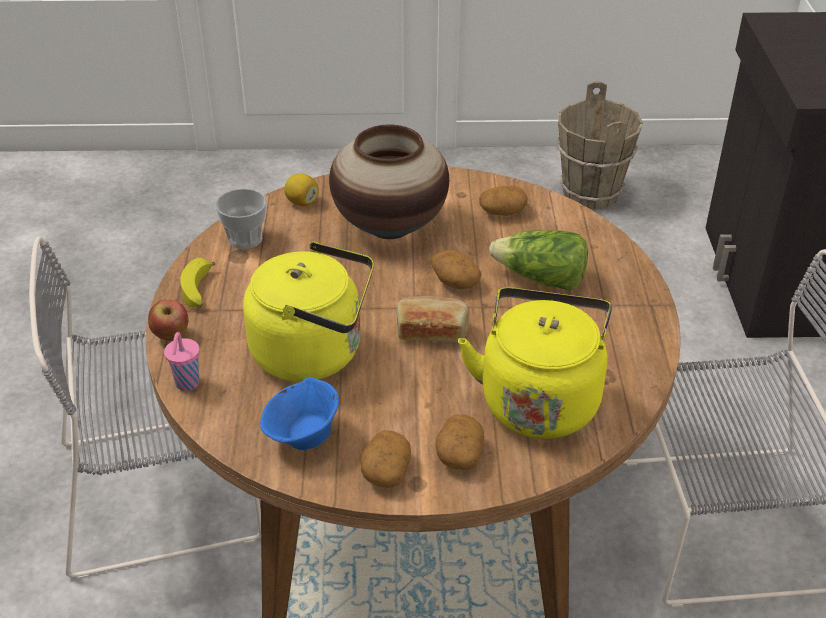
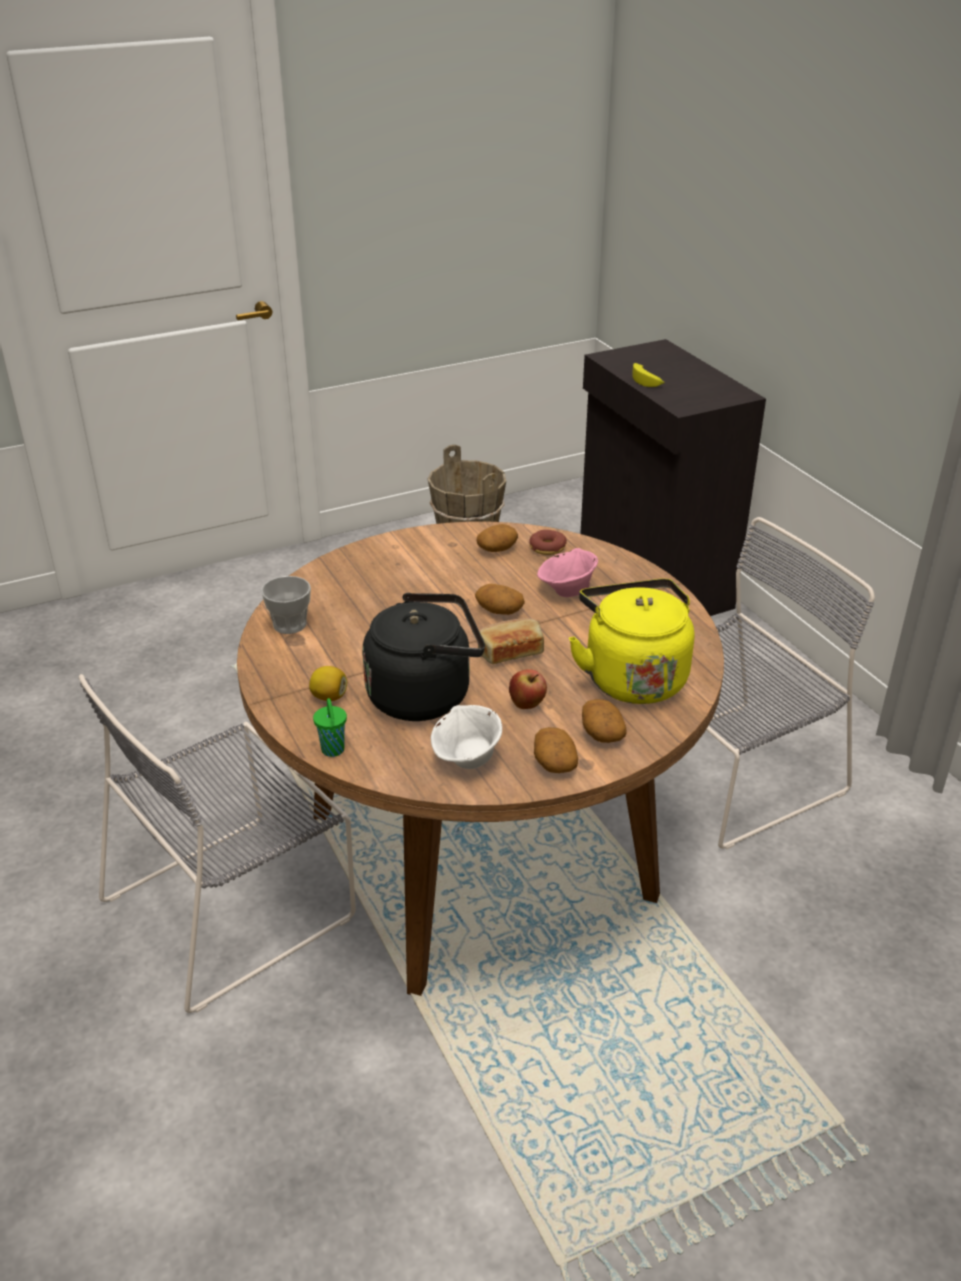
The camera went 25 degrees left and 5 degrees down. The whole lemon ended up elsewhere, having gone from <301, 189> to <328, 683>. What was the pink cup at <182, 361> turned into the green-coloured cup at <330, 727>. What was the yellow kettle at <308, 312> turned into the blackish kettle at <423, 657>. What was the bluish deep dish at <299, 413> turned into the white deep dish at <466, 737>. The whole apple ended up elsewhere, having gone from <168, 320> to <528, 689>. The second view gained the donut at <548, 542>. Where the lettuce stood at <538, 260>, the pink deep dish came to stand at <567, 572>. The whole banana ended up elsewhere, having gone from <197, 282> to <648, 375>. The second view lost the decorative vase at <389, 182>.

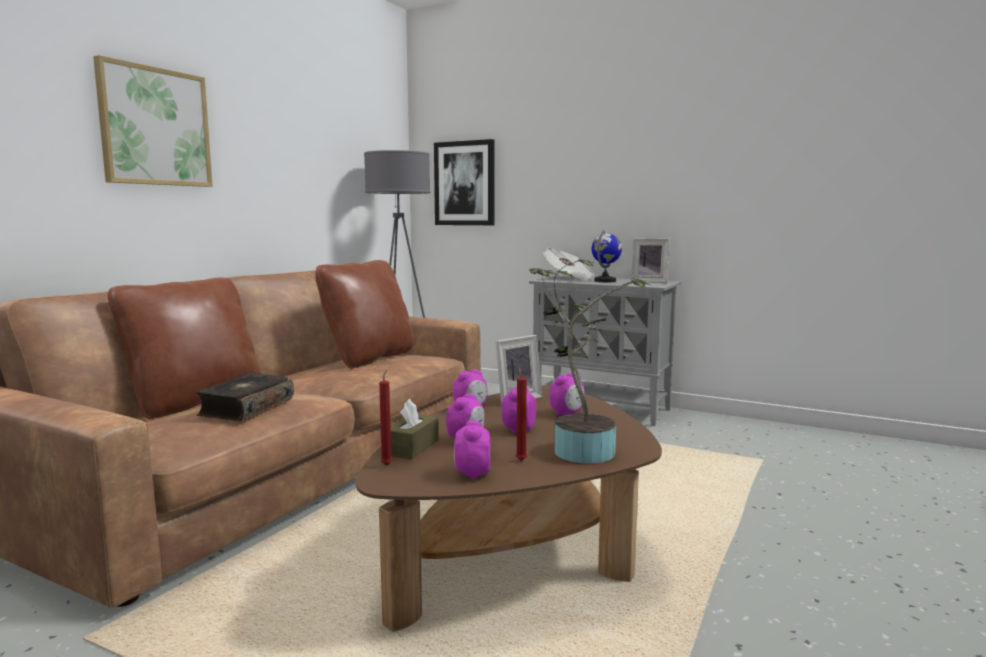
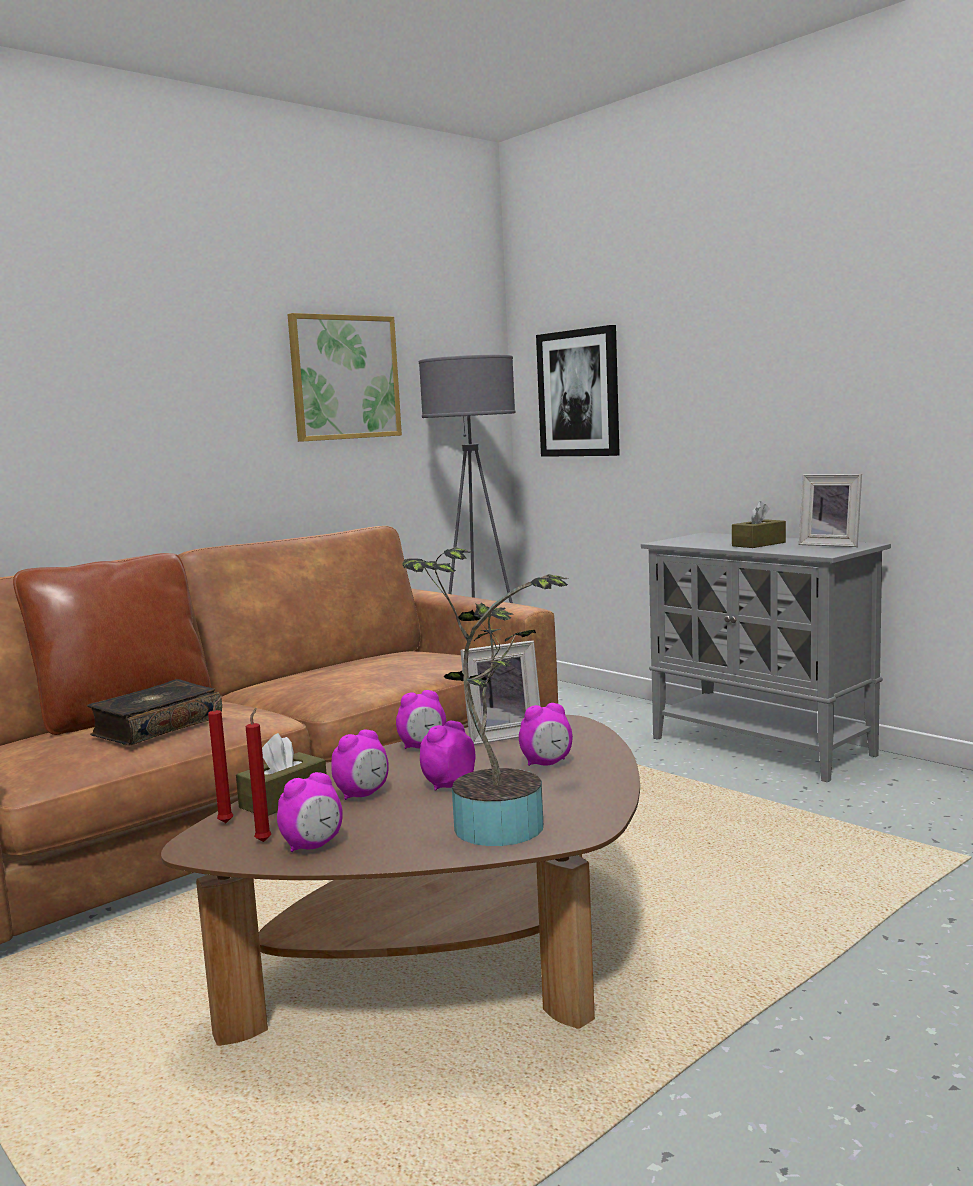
The camera went 20 degrees right and 0 degrees up. The red-coloured candle ended up elsewhere, having gone from <521, 414> to <259, 775>. The bedside clock at <472, 450> ended up facing another way, 150 degrees counterclockwise from before. The wall art ended up elsewhere, having gone from <152, 121> to <344, 377>. Where the globe stood at <606, 256>, the brown-coloured tissue box came to stand at <759, 524>. The second view lost the brown-coloured pillow at <364, 314>. The second view lost the daily paper at <569, 264>.

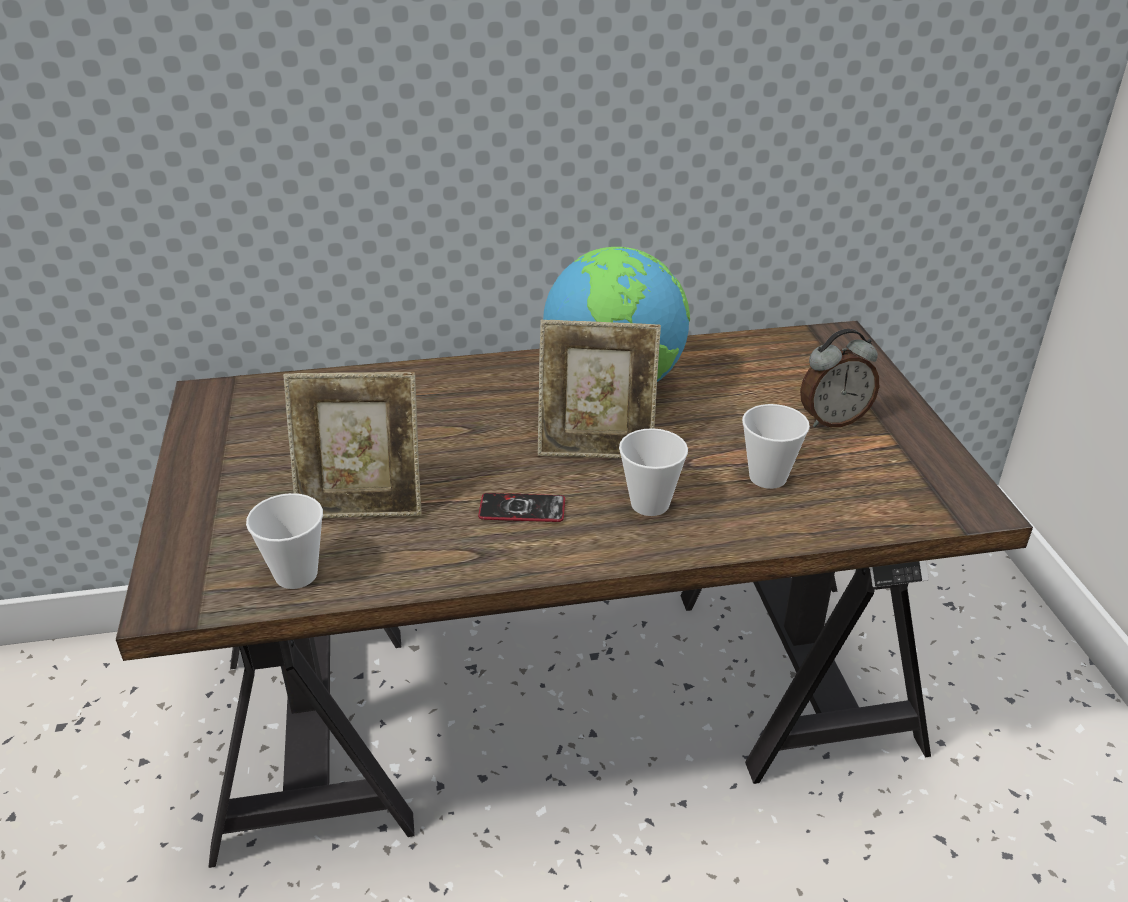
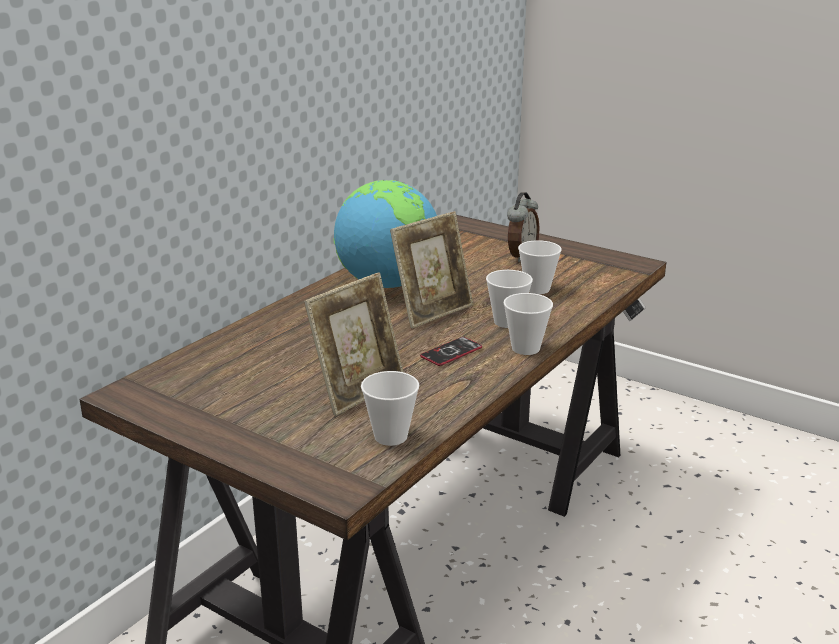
The camera went 45 degrees left and 10 degrees down. The second view gained the cup at <528, 324>.

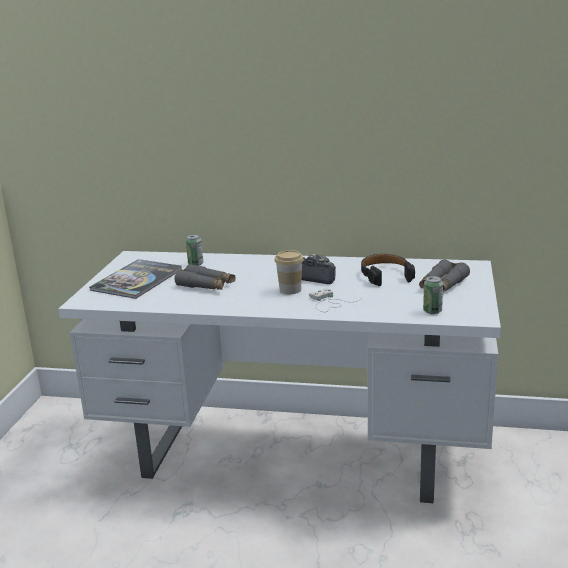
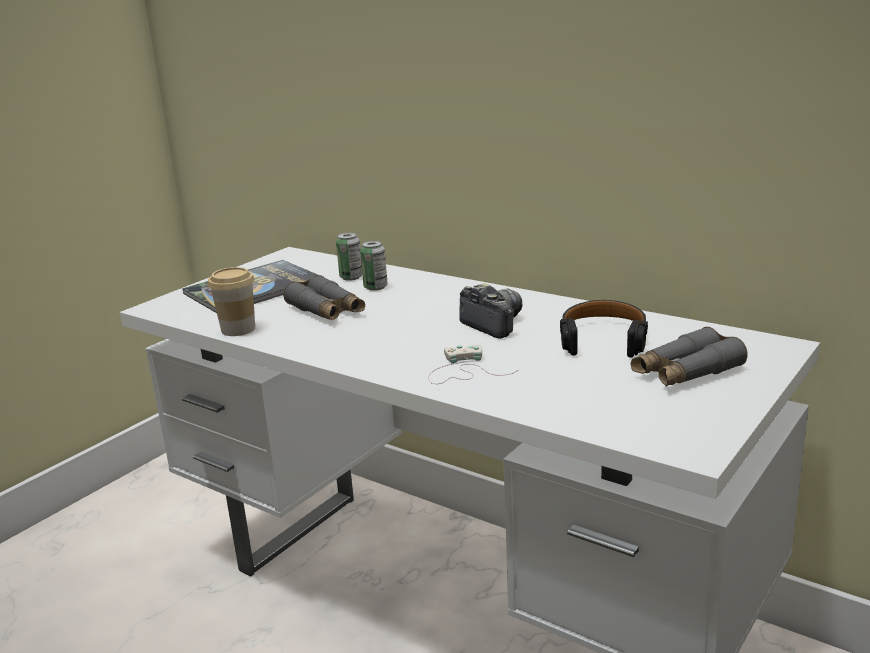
The camera went 25 degrees right and 0 degrees up. The cup ended up elsewhere, having gone from <289, 272> to <231, 301>. The sealed can ended up elsewhere, having gone from <433, 295> to <374, 266>.

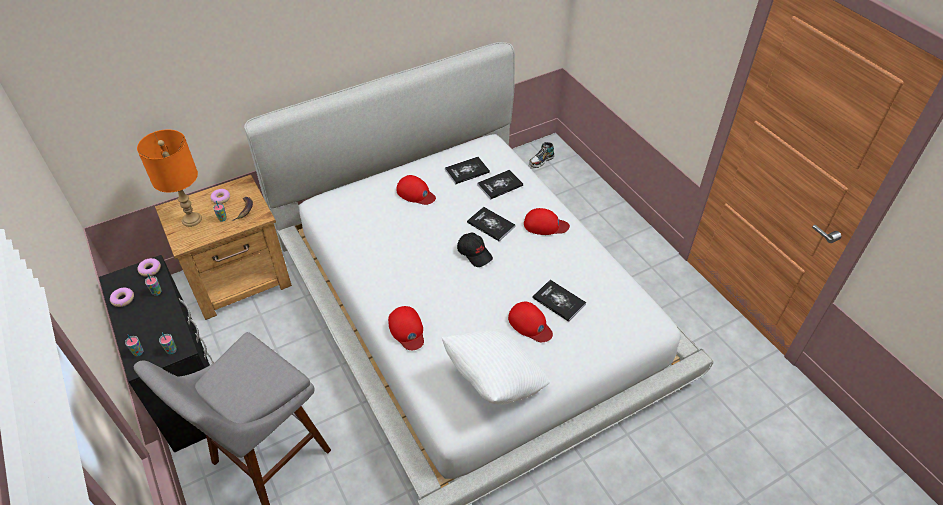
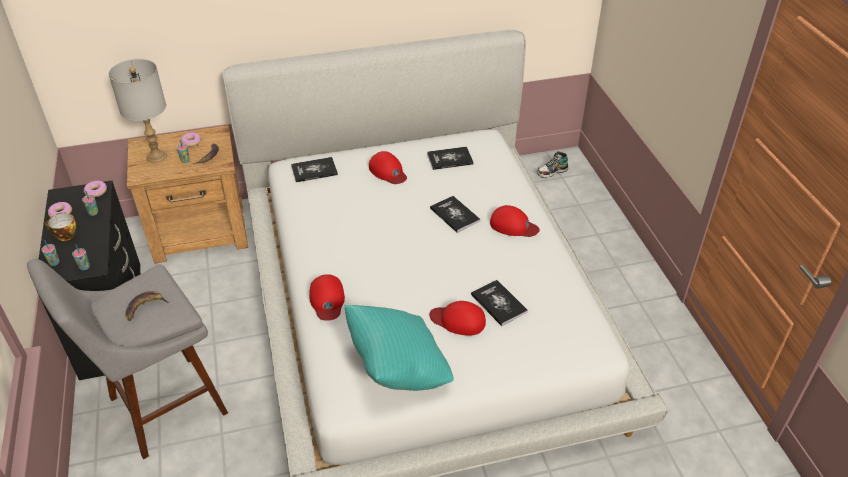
The camera went 15 degrees right and 5 degrees down. The second view gained the cup at <61, 227>. What was the orange-coloured tabletop lamp at <169, 178> turned into the grey tabletop lamp at <138, 111>. The second view gained the whole banana at <147, 306>. The volume ended up elsewhere, having gone from <500, 184> to <314, 169>. What was the white pillow at <495, 367> turned into the blue-green pillow at <399, 348>. The red-coloured cap at <530, 322> ended up facing another way, 135 degrees clockwise from before. The second view lost the blackish cap at <475, 250>.

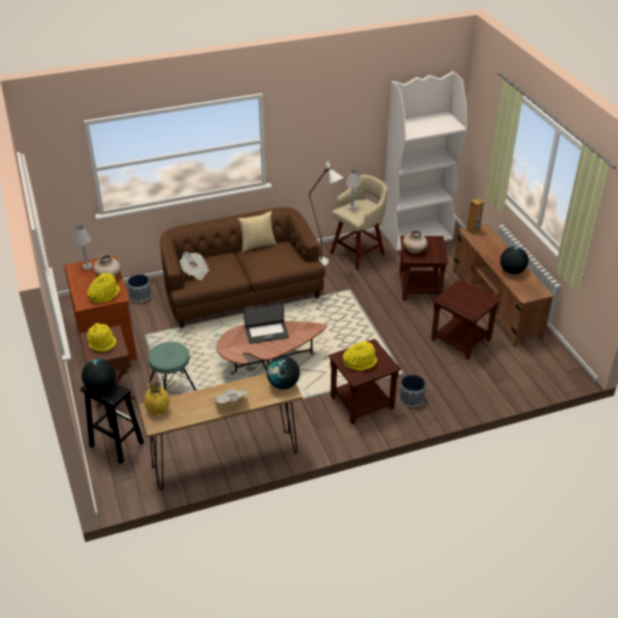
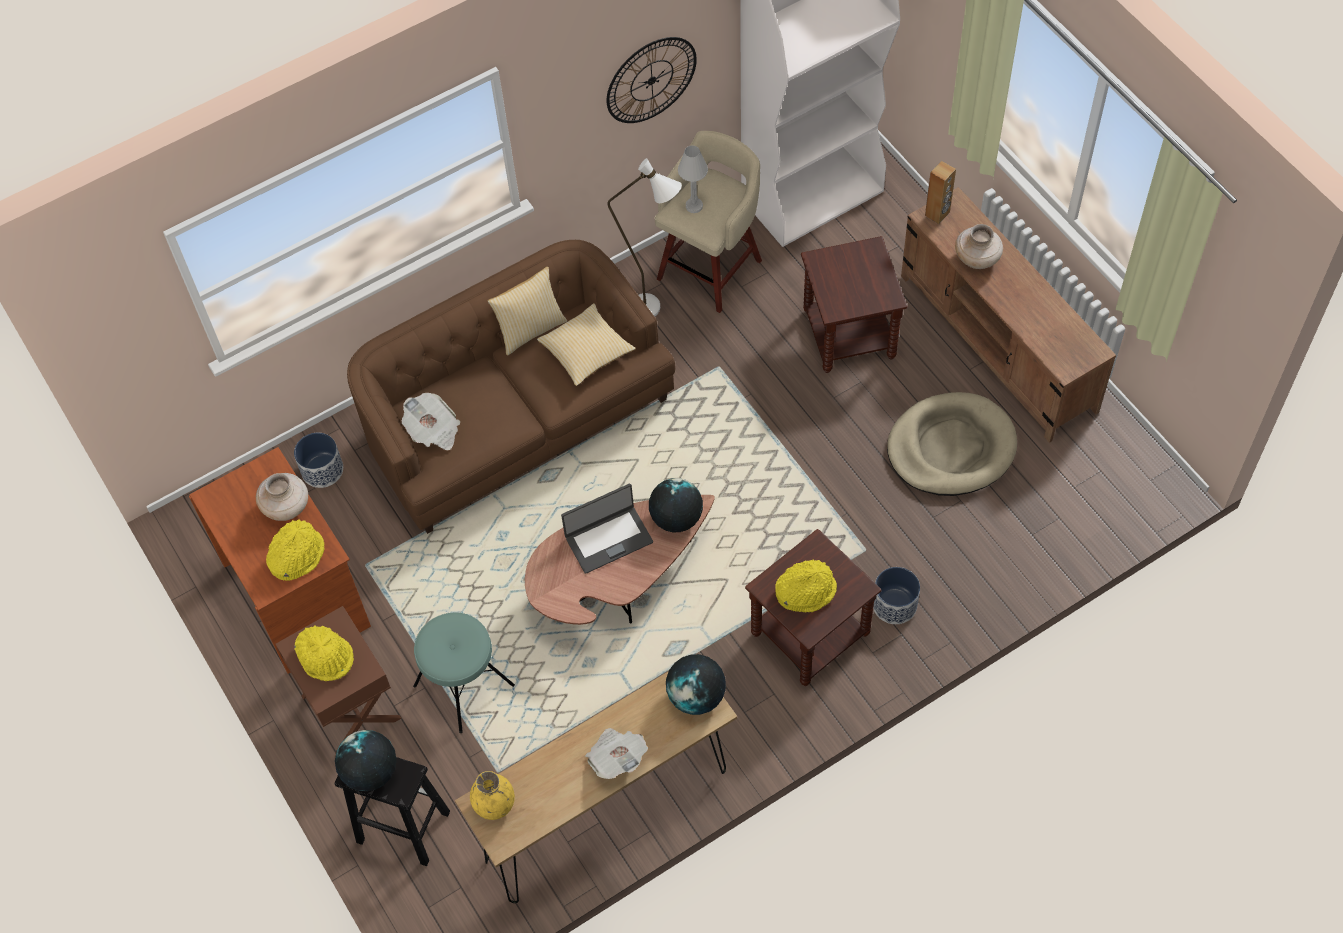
The camera went 10 degrees left and 20 degrees up. The second view gained the pillow at <586, 344>. The second view gained the wall clock at <652, 80>. The globe ended up elsewhere, having gone from <514, 260> to <676, 505>. Where the brown-coloured accent table stood at <466, 319>, the sand-coloured dog bed came to stand at <952, 444>. The sand-coloured decorative vase ended up elsewhere, having gone from <415, 241> to <979, 246>. The second view lost the white tabletop lamp at <83, 247>.

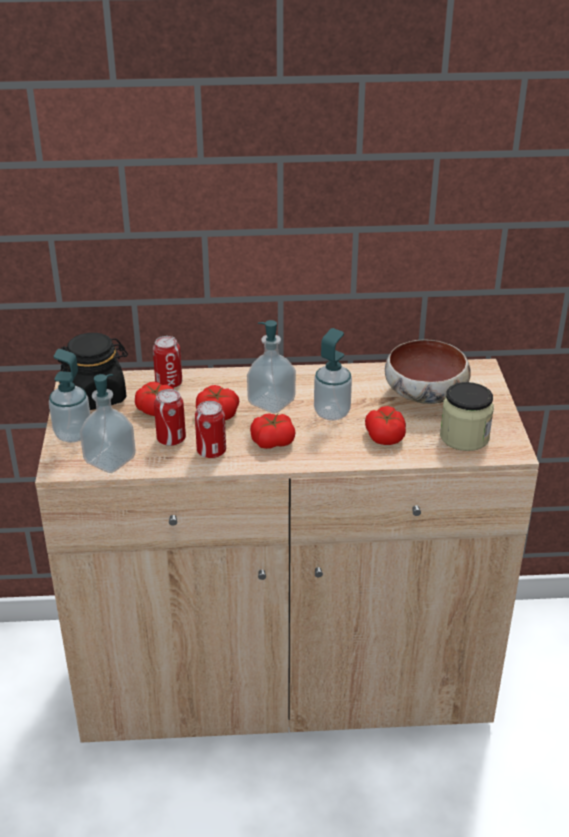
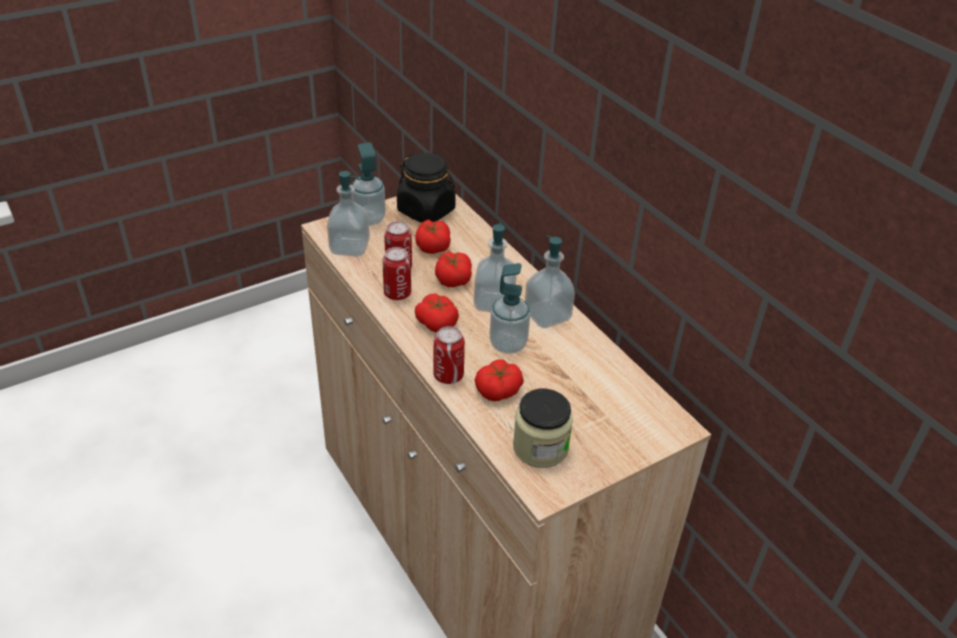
The camera went 60 degrees right and 5 degrees up. The sealed can ended up elsewhere, having gone from <167, 362> to <449, 355>. The second view gained the soap bottle at <550, 282>. The second view lost the deep dish at <428, 371>.

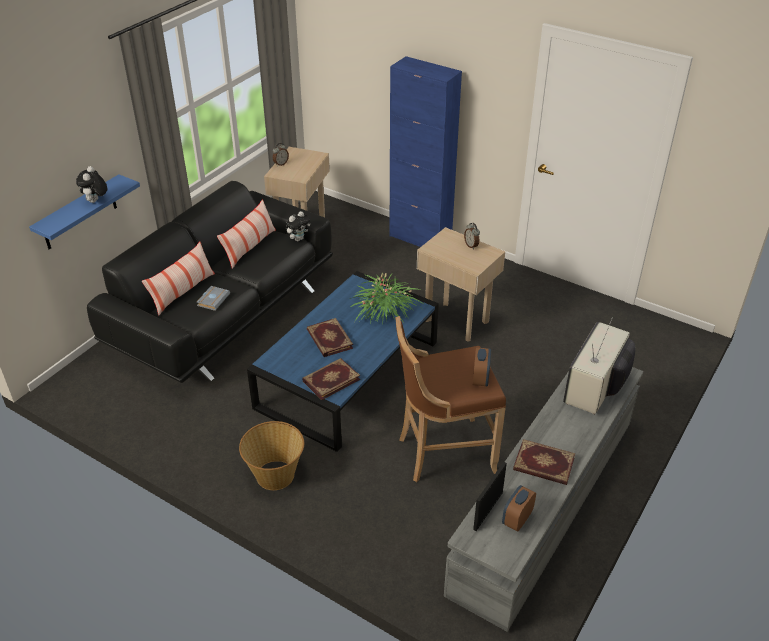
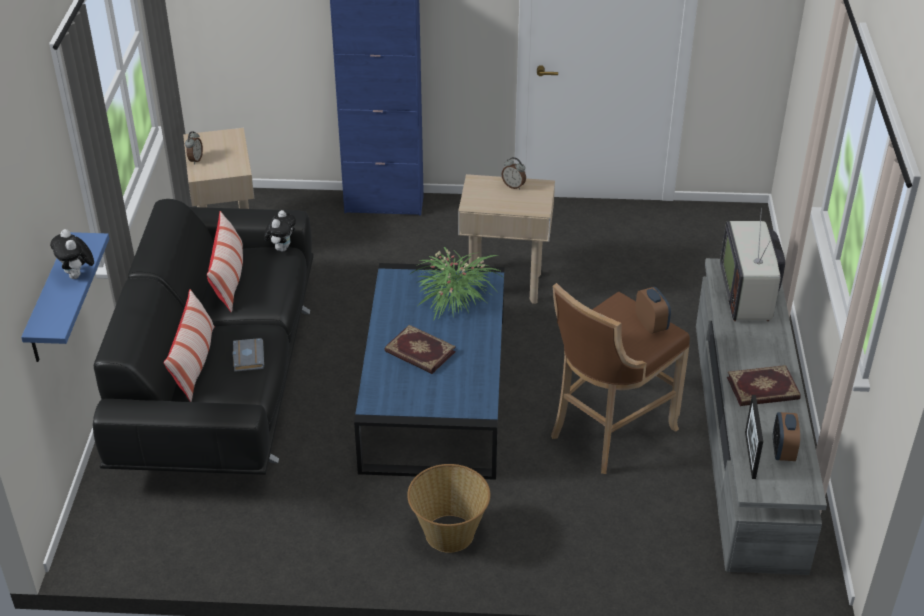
The camera went 30 degrees left and 0 degrees up. The second view lost the volume at <331, 379>.

